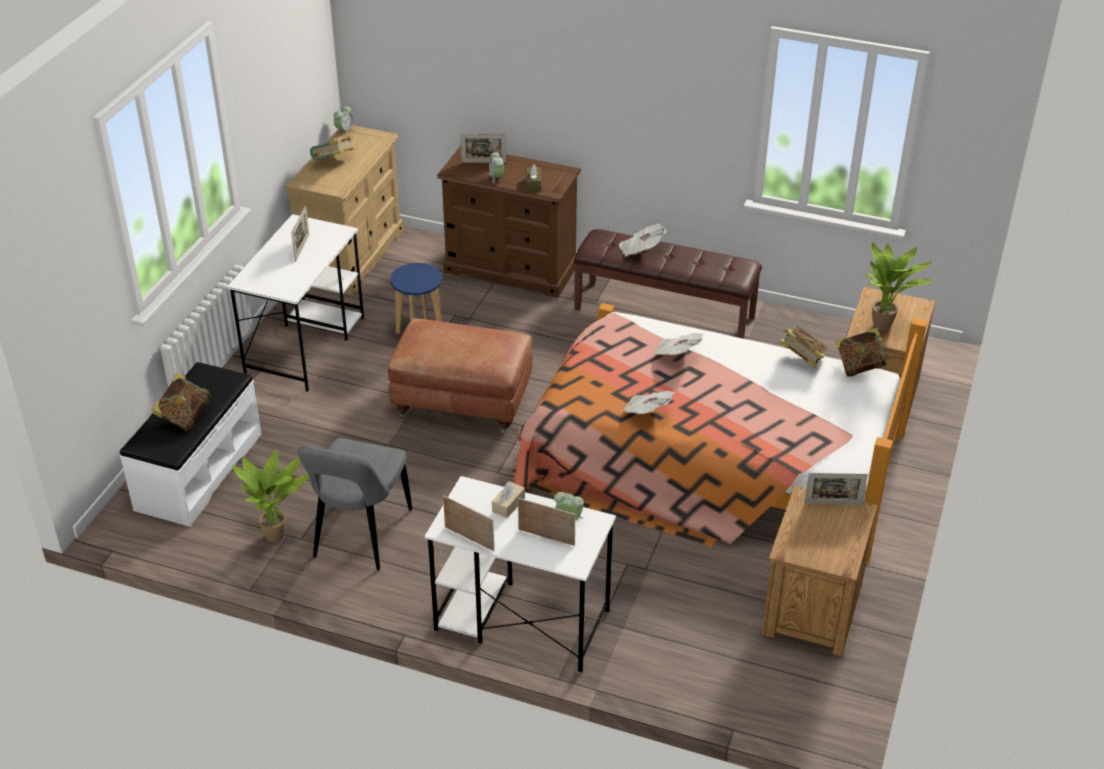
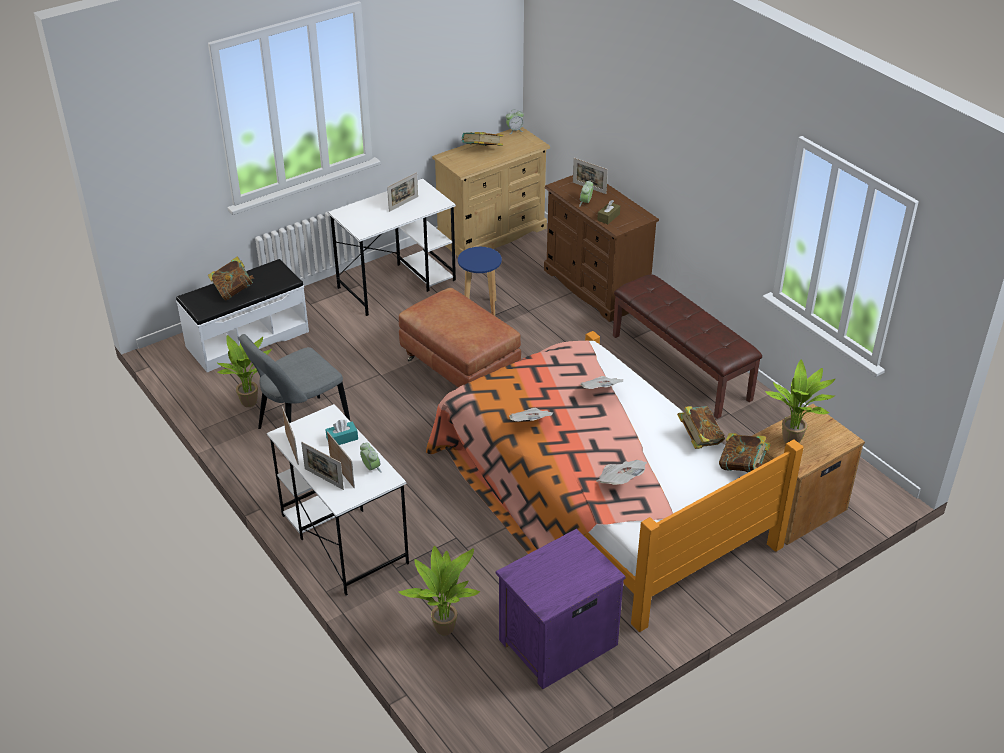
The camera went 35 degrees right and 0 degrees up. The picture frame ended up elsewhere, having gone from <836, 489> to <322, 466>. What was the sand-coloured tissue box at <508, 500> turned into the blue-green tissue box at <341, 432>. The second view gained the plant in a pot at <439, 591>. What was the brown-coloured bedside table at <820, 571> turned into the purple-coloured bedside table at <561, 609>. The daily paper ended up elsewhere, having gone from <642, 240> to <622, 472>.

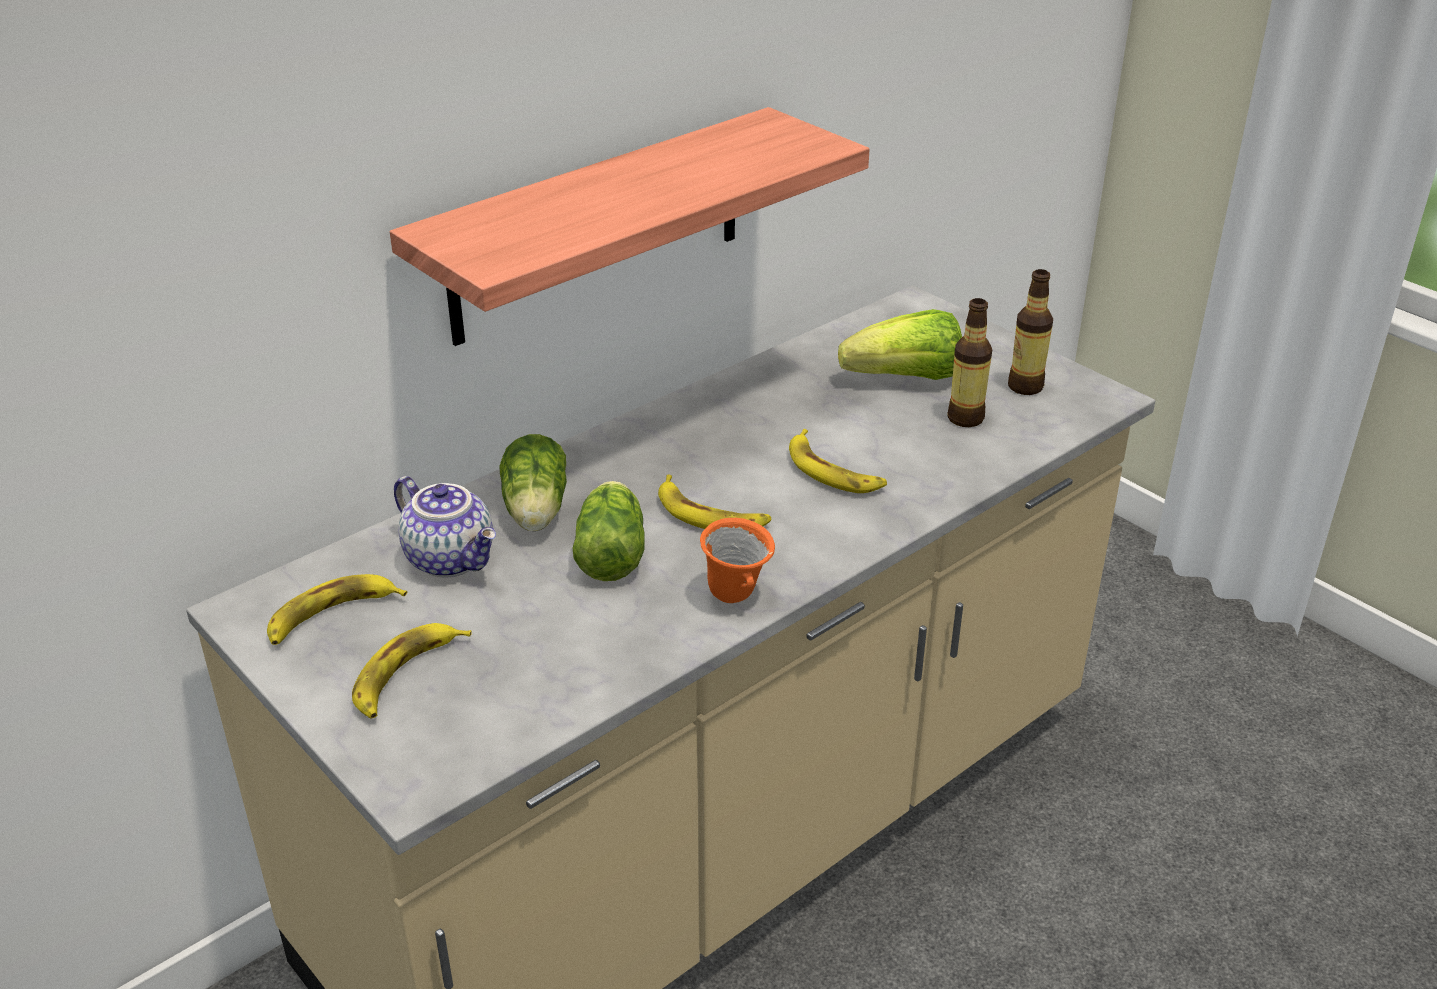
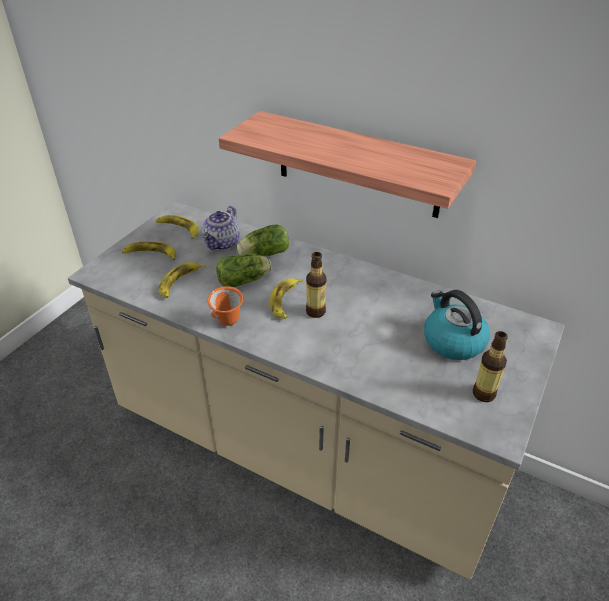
The camera went 70 degrees right and 5 degrees up. The whole banana ended up elsewhere, having gone from <838, 461> to <182, 280>. The bottle ended up elsewhere, having gone from <969, 362> to <316, 285>. Where the lettuce stood at <900, 344>, the kettle came to stand at <457, 325>.

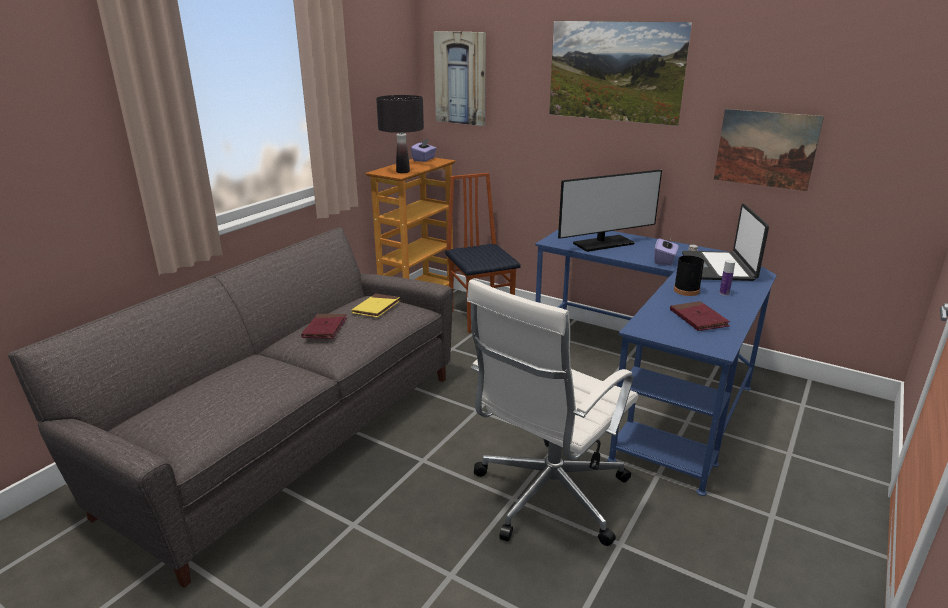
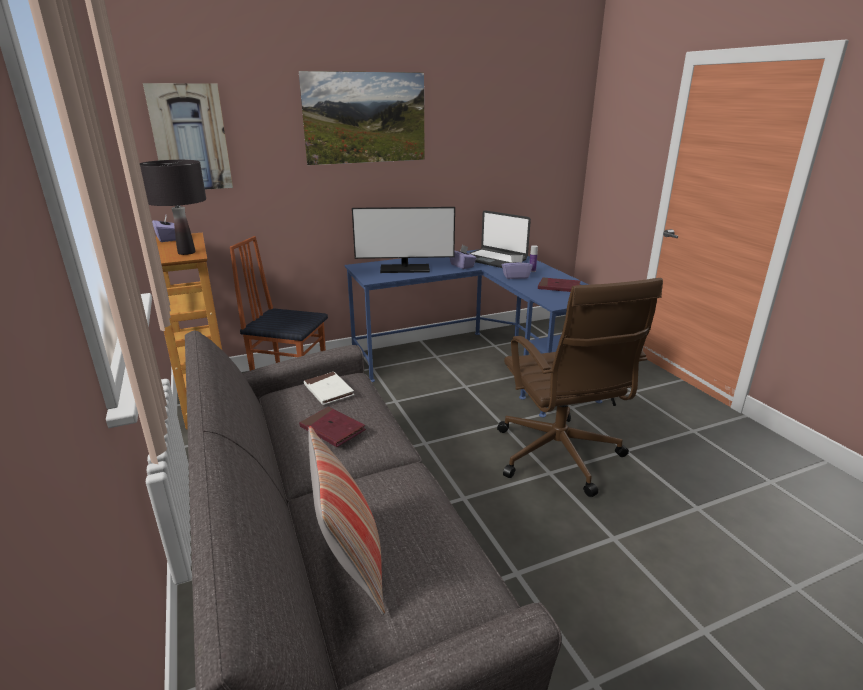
The camera went 55 degrees left and 0 degrees up. What was the yellow volume at <376, 306> turned into the white volume at <329, 388>. The second view gained the pillow at <346, 520>. The monitor at <610, 211> ended up facing another way, 75 degrees clockwise from before. What was the white office chair at <552, 412> turned into the brown-coloured office chair at <580, 387>. Where the blackish bottle stood at <689, 270>, the purple-coloured tissue box came to stand at <517, 267>. The second view lost the wall art at <769, 150>.

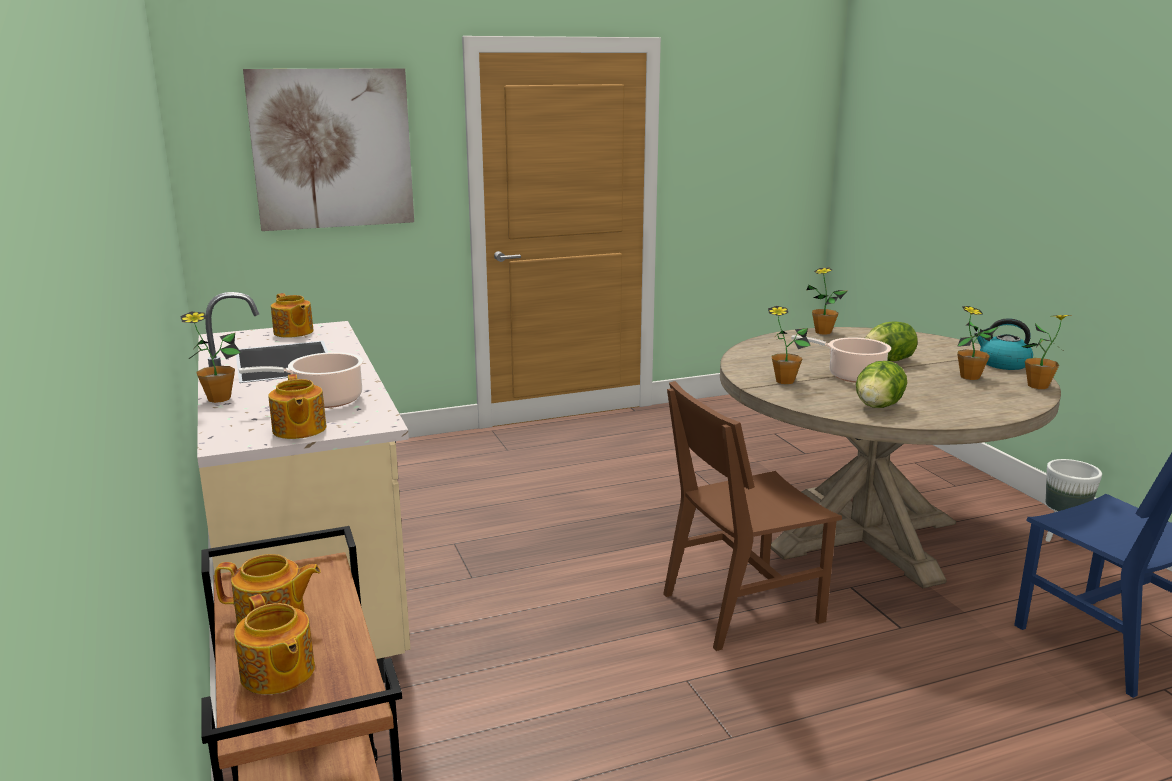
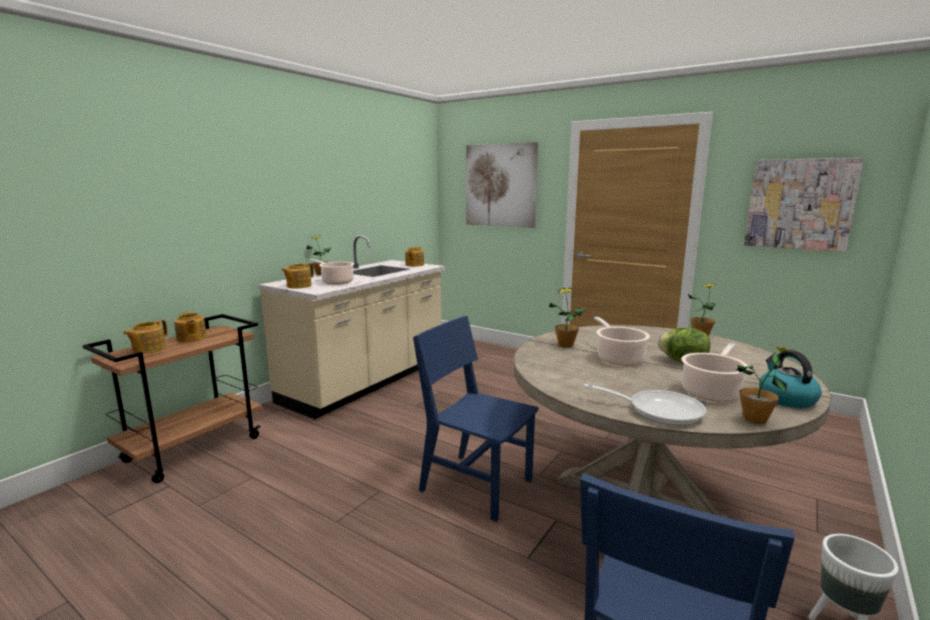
The camera went 55 degrees right and 5 degrees down. What was the brown-coloured upright chair at <752, 516> turned into the bluish upright chair at <475, 419>. The second view gained the pan at <645, 405>. Where the plant in a pot stood at <977, 343>, the saucepot came to stand at <715, 372>. The second view gained the wall art at <804, 205>. The second view lost the lettuce at <881, 384>.

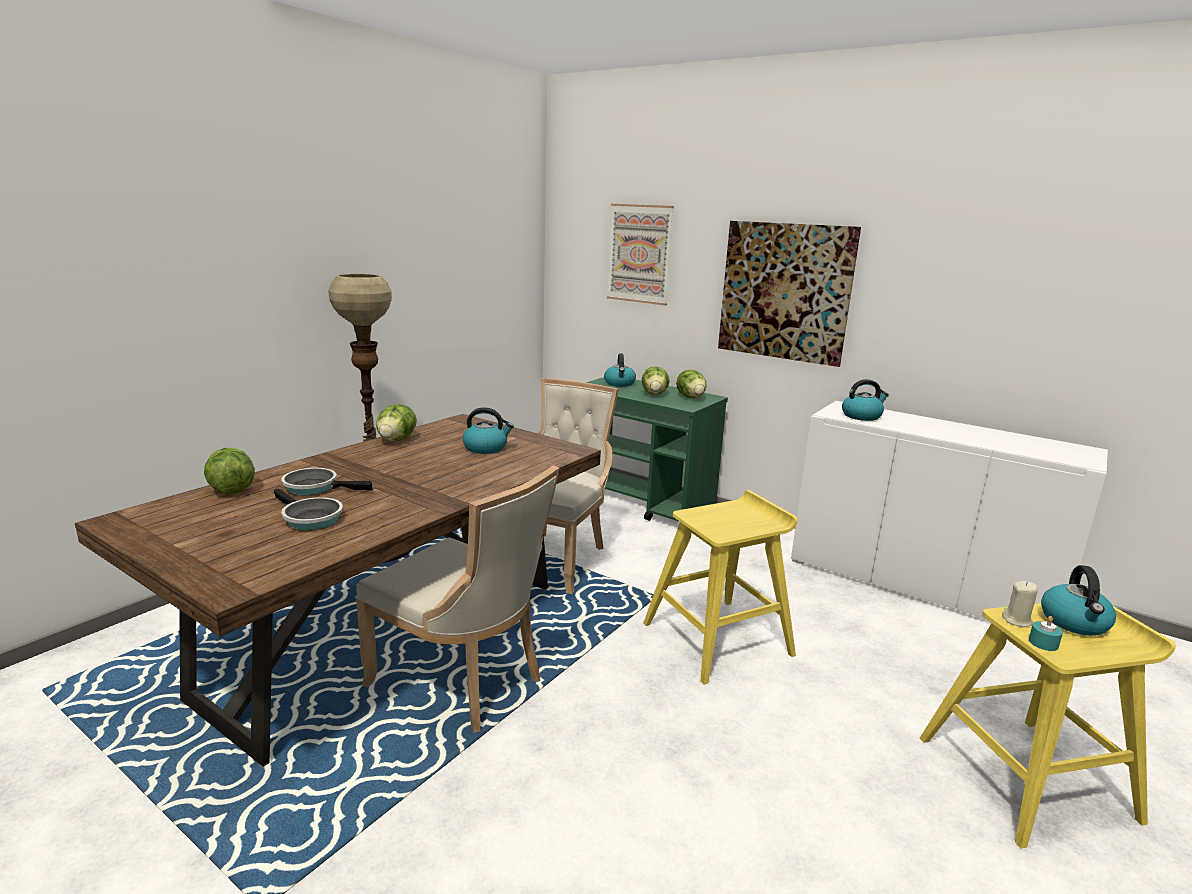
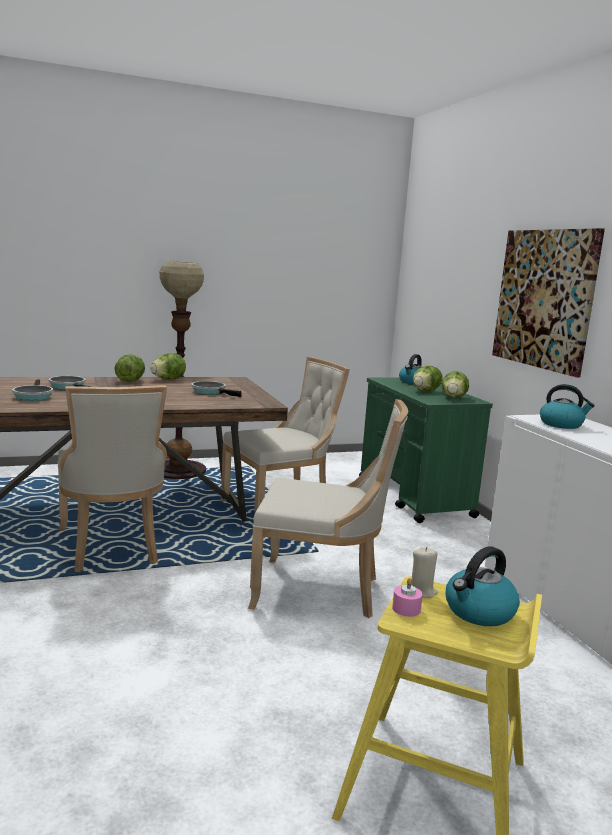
The camera went 35 degrees right and 5 degrees down. The lettuce ended up elsewhere, having gone from <229, 471> to <129, 368>. Where the kettle stood at <488, 430>, the pan came to stand at <216, 389>. Where the yellow sitting stool stood at <720, 587>, the sand-coloured upright chair came to stand at <328, 508>. What was the blue-green candle at <1046, 633> turned into the pink candle at <407, 597>. The second view lost the wall art at <640, 254>.

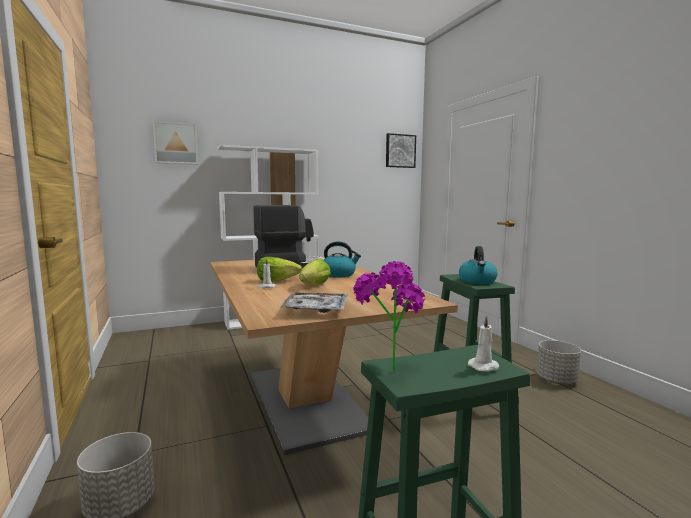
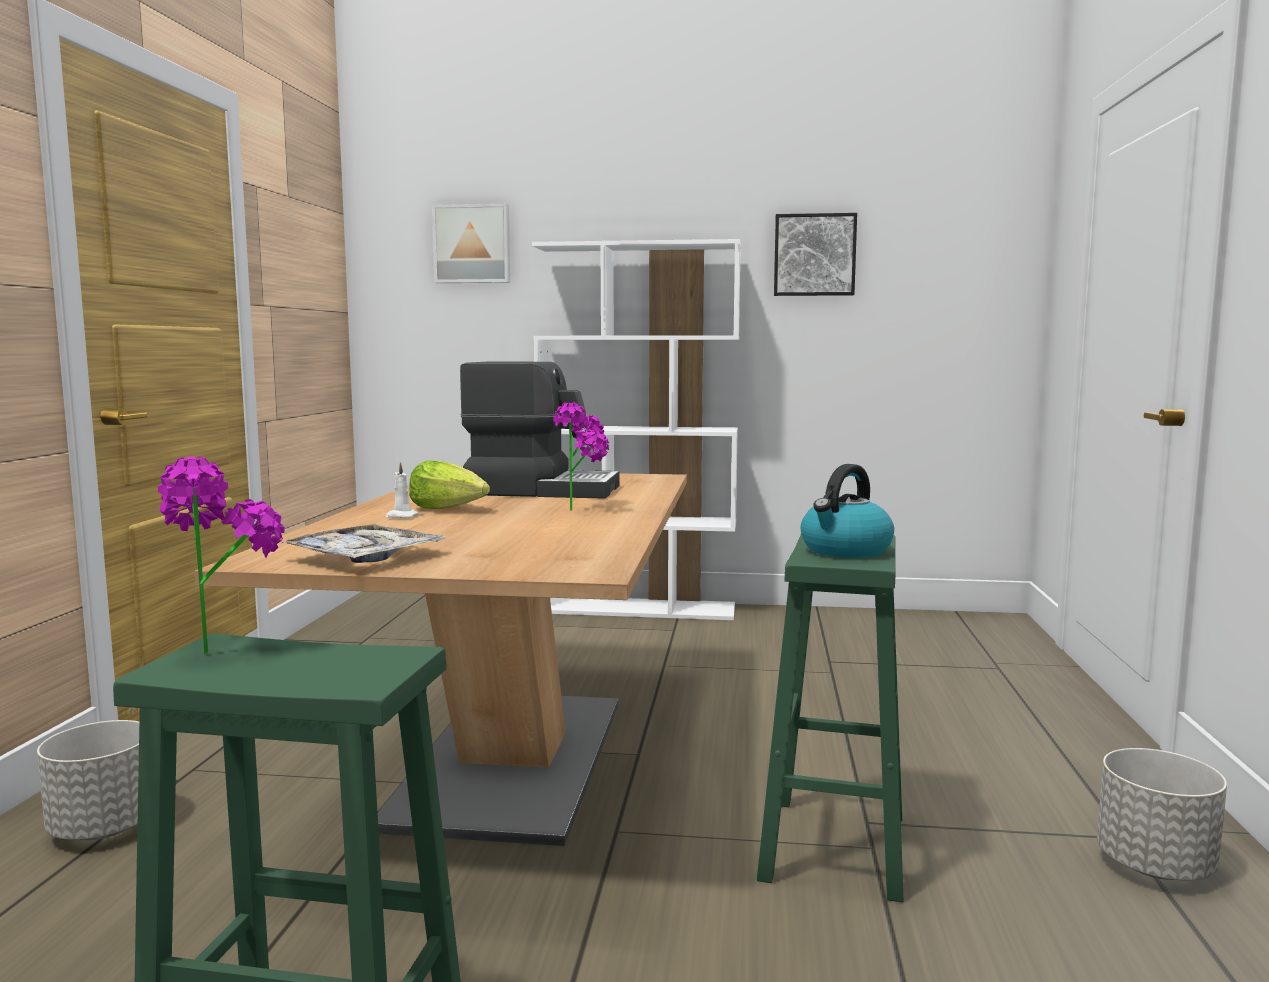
The camera went 30 degrees right and 0 degrees up. Where the kettle stood at <342, 259>, the plant in a pot came to stand at <581, 456>. The wall art ended up elsewhere, having gone from <401, 150> to <815, 254>. The second view lost the lettuce at <315, 272>. The second view lost the white candle at <483, 343>.

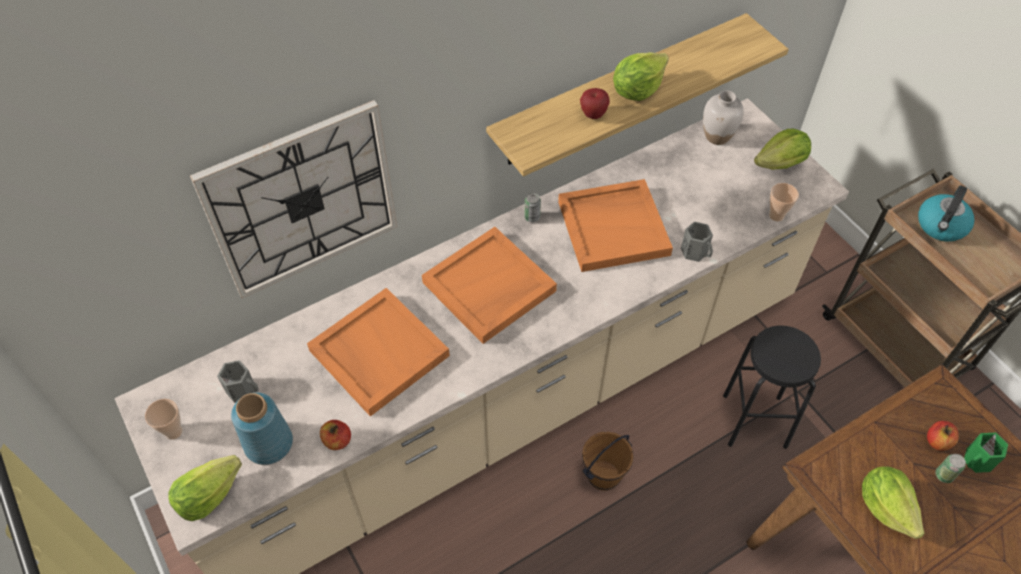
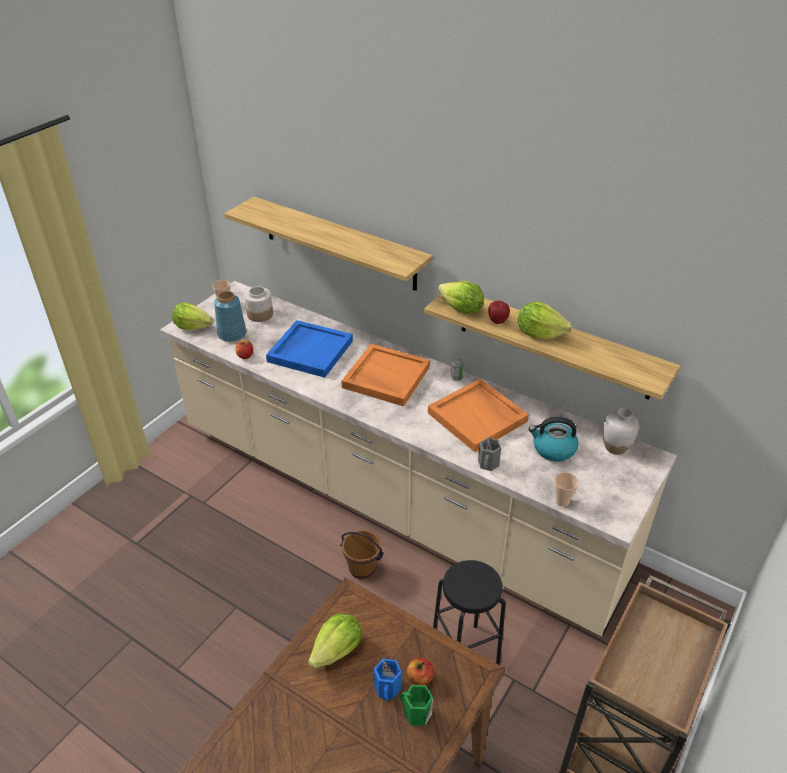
The camera went 65 degrees right and 15 degrees down. Where the wall clock hung at <293, 199>, the bracket shelf came to hang at <328, 244>. Where the grey coffee mug stood at <238, 381>, the preserve jar came to stand at <258, 304>. What was the orange-coloured serving tray at <378, 352> turned into the bluish serving tray at <309, 349>. Where the sealed can stood at <950, 468>, the bluish coffee mug came to stand at <388, 680>. The lettuce ended up elsewhere, having gone from <782, 149> to <461, 297>. The kettle ended up elsewhere, having gone from <946, 213> to <554, 439>.

